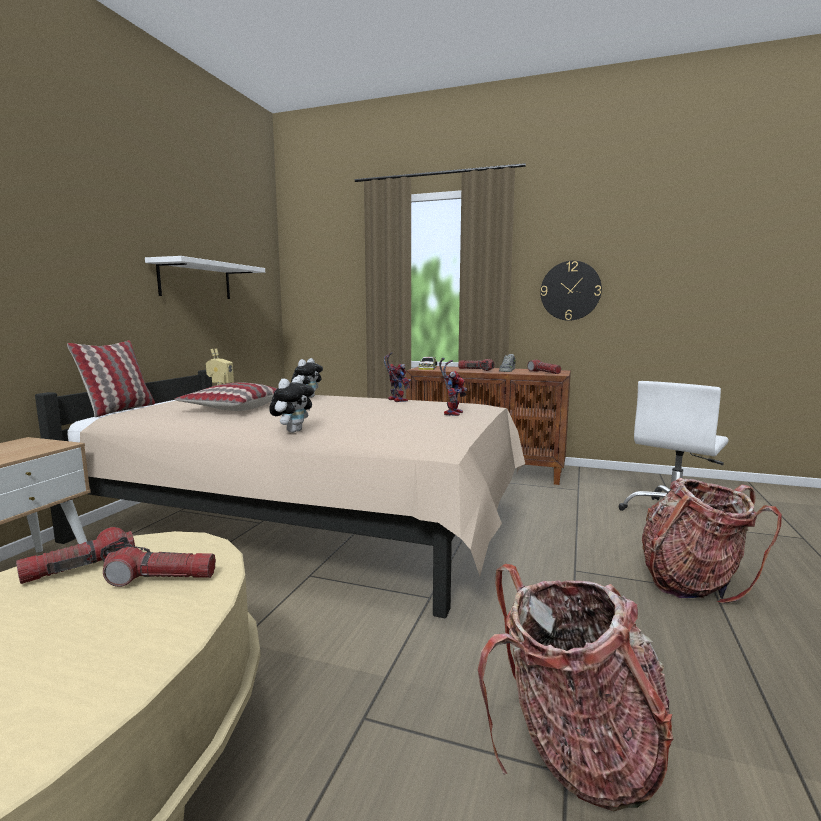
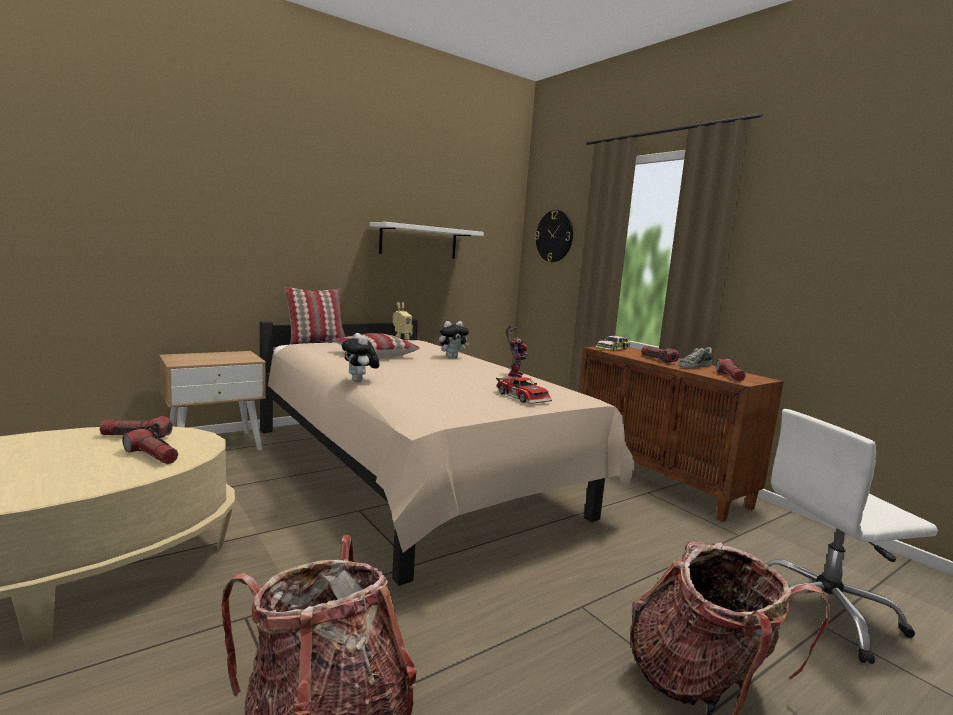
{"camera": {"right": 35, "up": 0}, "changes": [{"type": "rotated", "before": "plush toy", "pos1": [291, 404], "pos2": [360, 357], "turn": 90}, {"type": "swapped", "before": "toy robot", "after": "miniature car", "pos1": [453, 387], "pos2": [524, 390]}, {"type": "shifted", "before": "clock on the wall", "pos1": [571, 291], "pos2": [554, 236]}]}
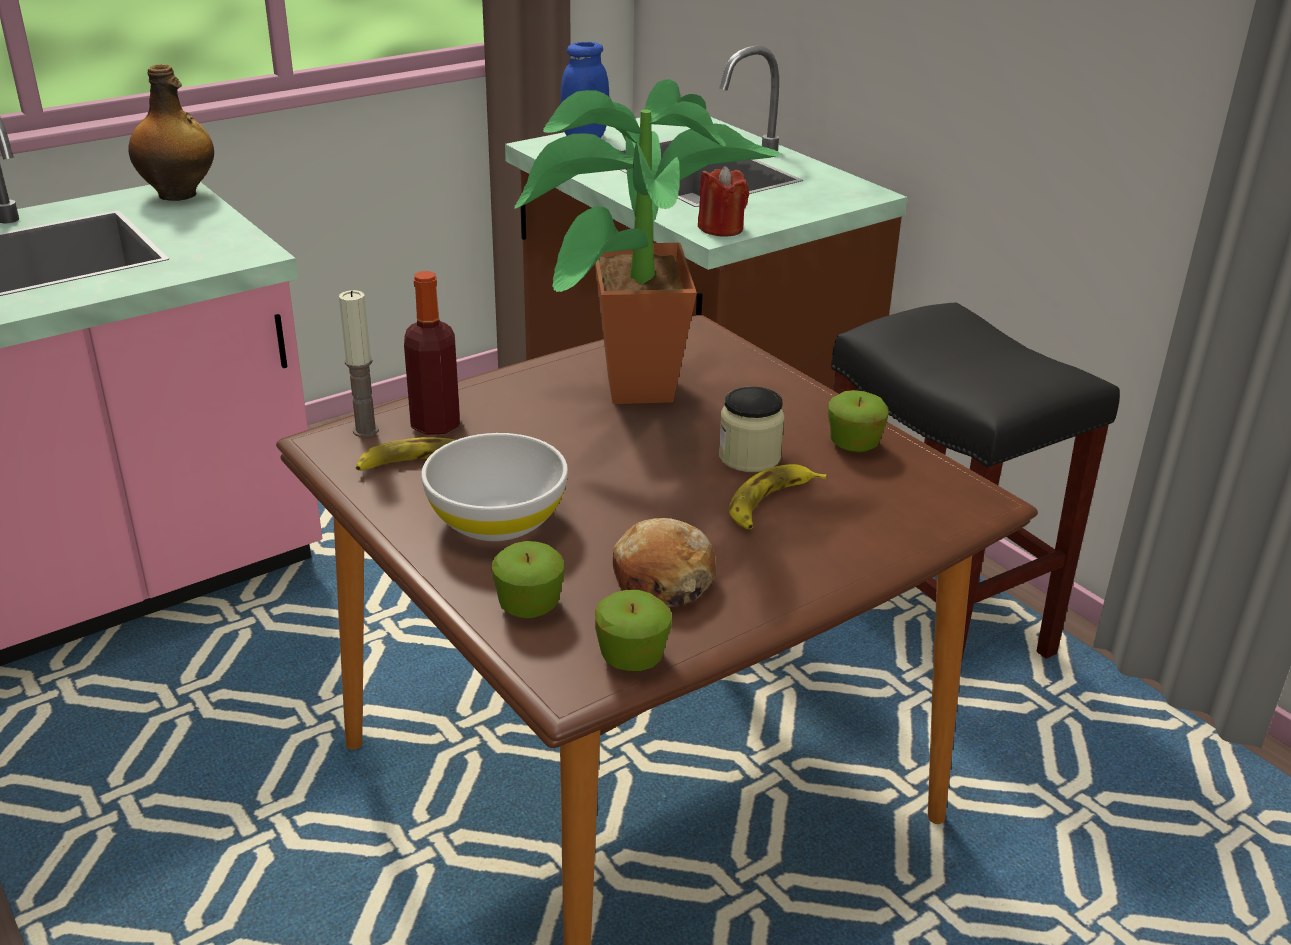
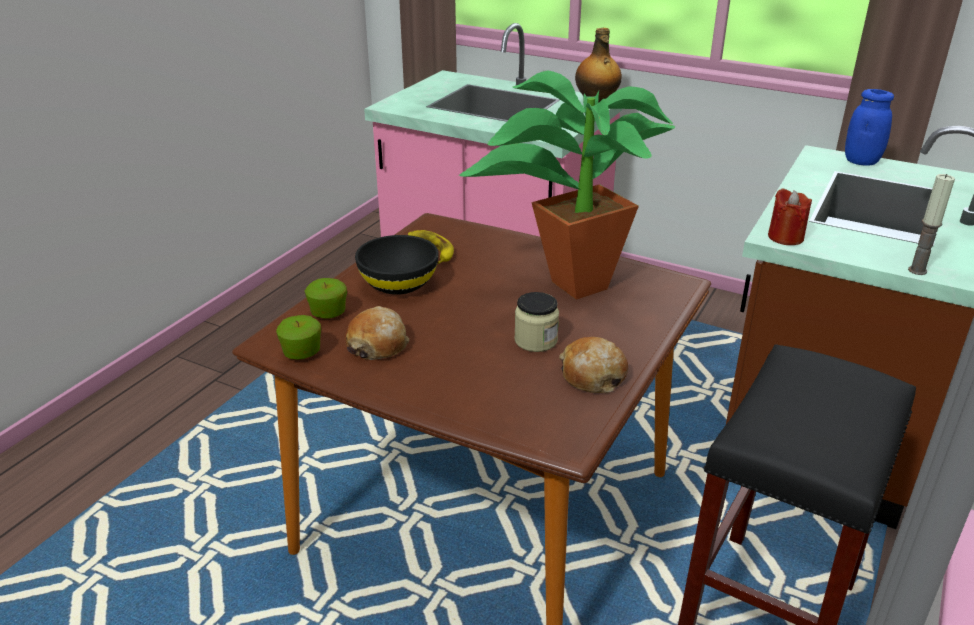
{"camera": {"right": 65, "up": 0}, "changes": [{"type": "shifted", "before": "wax candle", "pos1": [359, 363], "pos2": [931, 224]}, {"type": "gone", "before": "beverage bottle", "pos1": [432, 353]}, {"type": "repainted", "before": "whitish deep dish", "after": "black-coloured deep dish", "pos1": [494, 487], "pos2": [397, 265]}, {"type": "gone", "before": "banana", "pos1": [778, 496]}, {"type": "swapped", "before": "apple fruit", "after": "baked bread", "pos1": [858, 421], "pos2": [593, 365]}]}
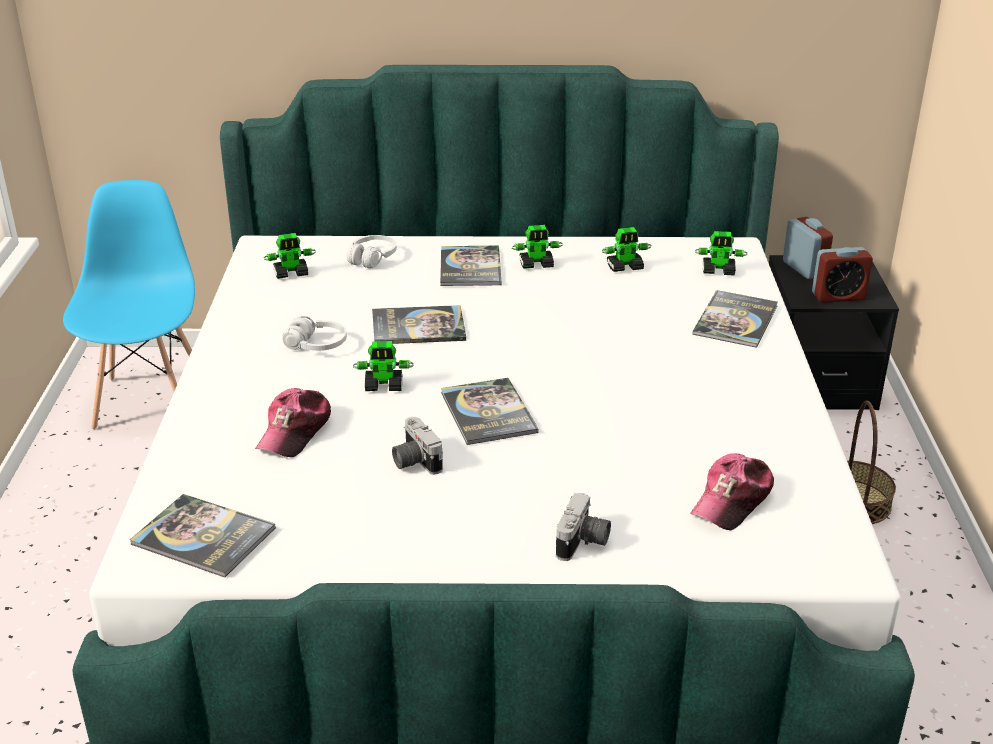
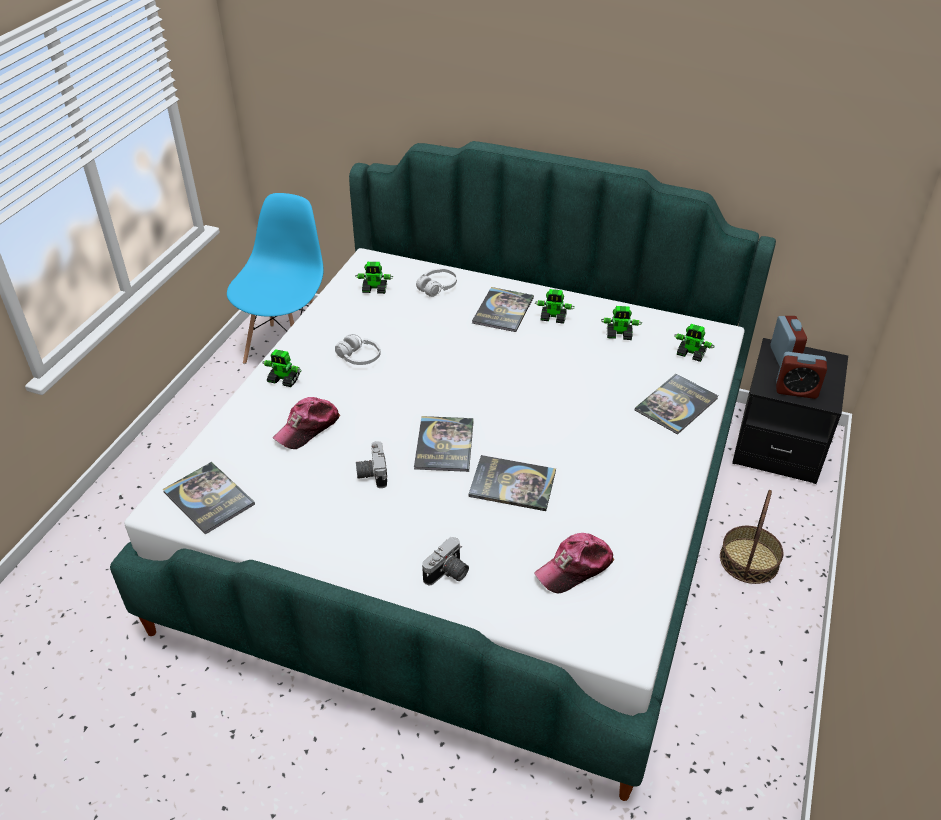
{"camera": {"right": 20, "up": 10}, "changes": [{"type": "shifted", "before": "toy robot", "pos1": [383, 366], "pos2": [282, 368]}, {"type": "shifted", "before": "book", "pos1": [419, 324], "pos2": [512, 483]}]}
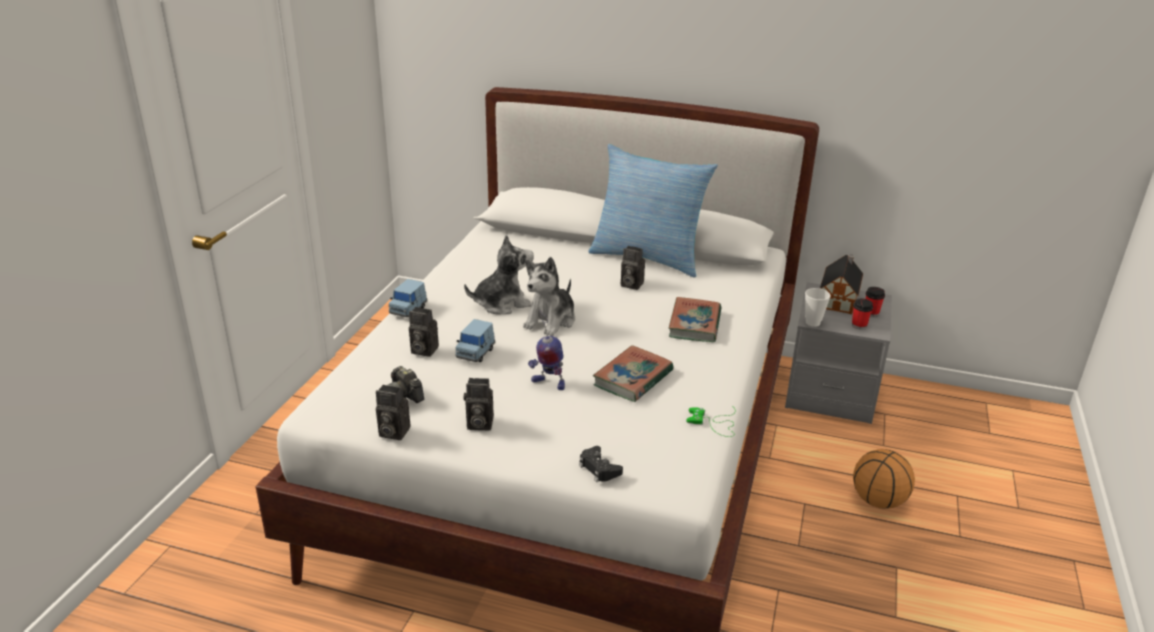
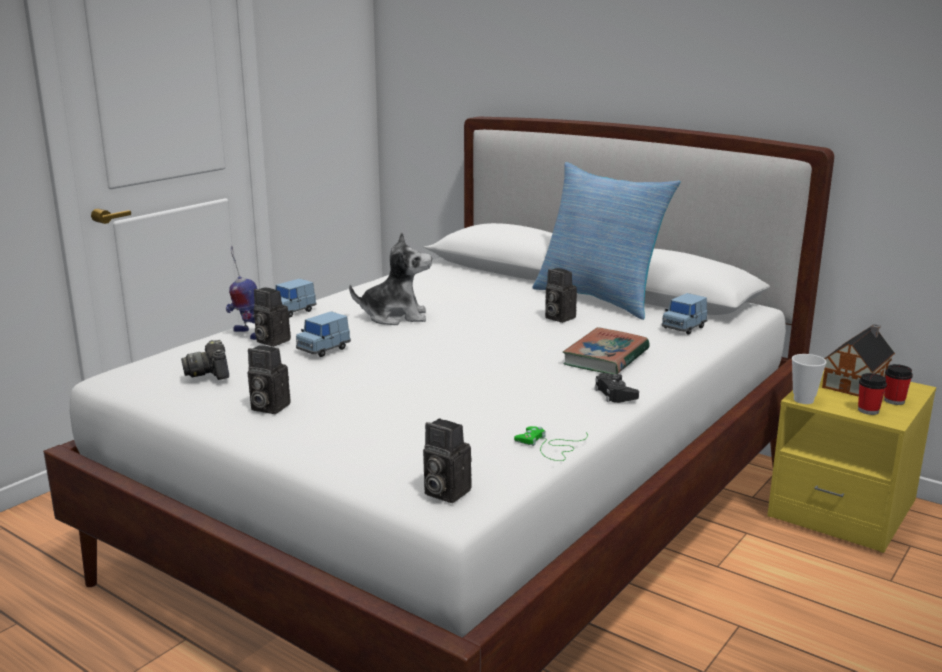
{"camera": {"right": 20, "up": -10}, "changes": [{"type": "shifted", "before": "still camera", "pos1": [393, 412], "pos2": [447, 460]}, {"type": "gone", "before": "plush toy", "pos1": [549, 296]}, {"type": "shifted", "before": "toy robot", "pos1": [546, 350], "pos2": [241, 293]}, {"type": "shifted", "before": "black-coloured game controller", "pos1": [601, 464], "pos2": [616, 388]}, {"type": "gone", "before": "book", "pos1": [633, 373]}, {"type": "repainted", "before": "gray bedside table", "after": "yellow-coloured bedside table", "pos1": [838, 353], "pos2": [851, 462]}, {"type": "gone", "before": "ball for basketball", "pos1": [884, 479]}, {"type": "new", "after": "blue miniature car", "pos2": [685, 314]}]}
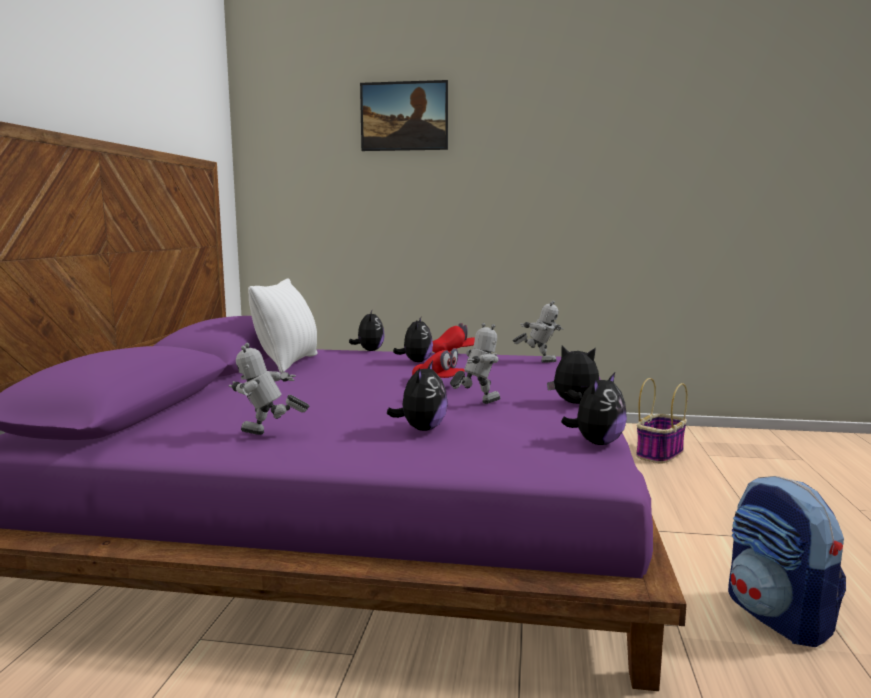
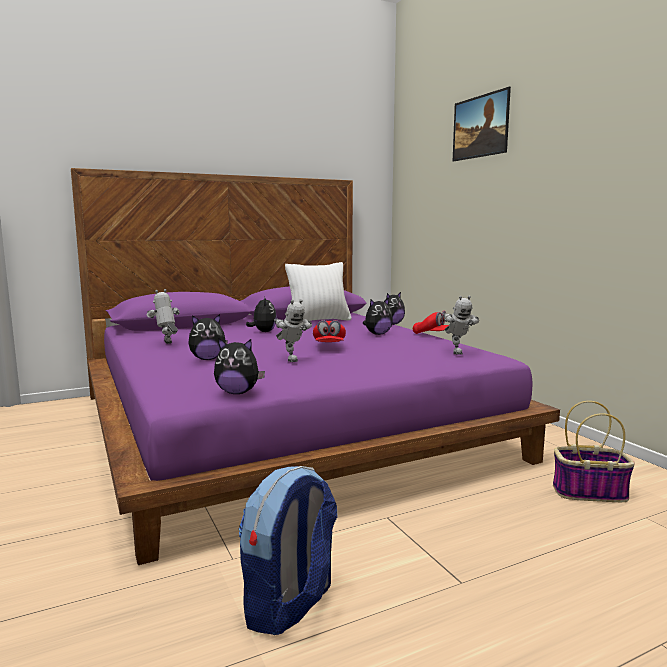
{"camera": {"right": 55, "up": 0}, "changes": [{"type": "rotated", "before": "toy robot", "pos1": [475, 363], "pos2": [293, 330], "turn": 45}, {"type": "shifted", "before": "plush toy", "pos1": [573, 375], "pos2": [261, 314]}]}
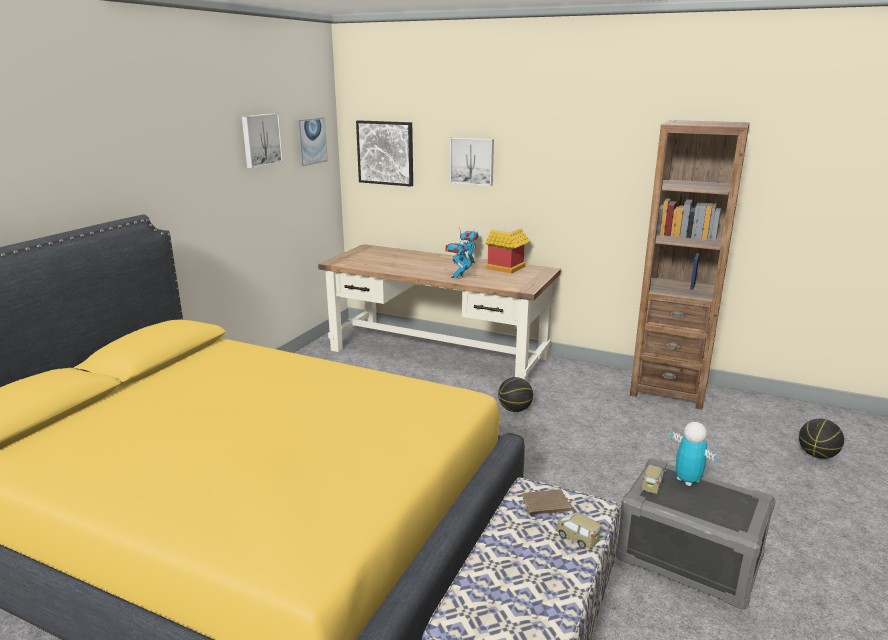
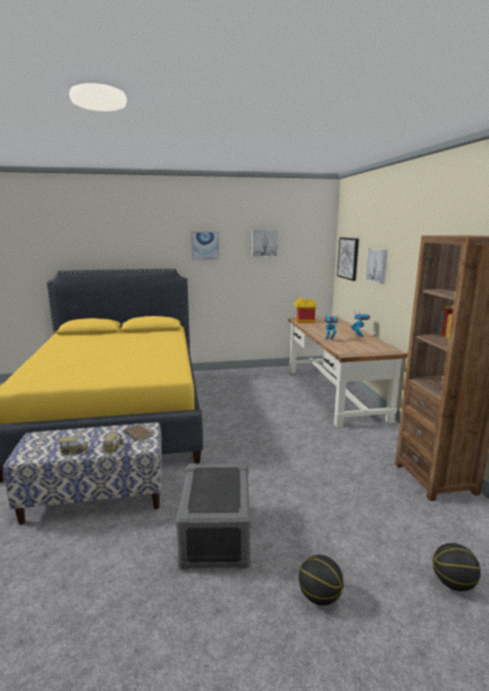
{"camera": {"right": 55, "up": -5}, "changes": [{"type": "shifted", "before": "wall picture", "pos1": [312, 141], "pos2": [205, 246]}, {"type": "shifted", "before": "toy house", "pos1": [507, 251], "pos2": [304, 310]}, {"type": "shifted", "before": "ball for basketball", "pos1": [515, 394], "pos2": [321, 580]}, {"type": "shifted", "before": "miniature car", "pos1": [653, 479], "pos2": [73, 446]}, {"type": "gone", "before": "toy robot", "pos1": [694, 454]}]}
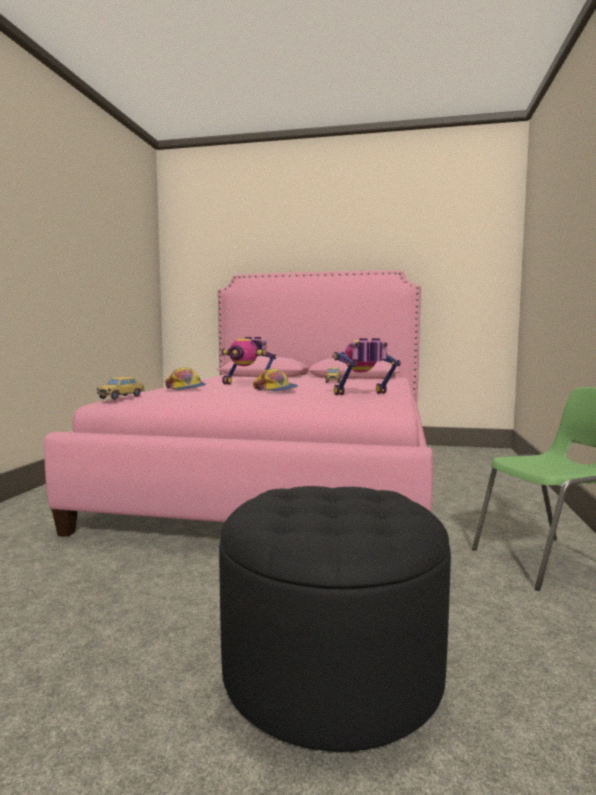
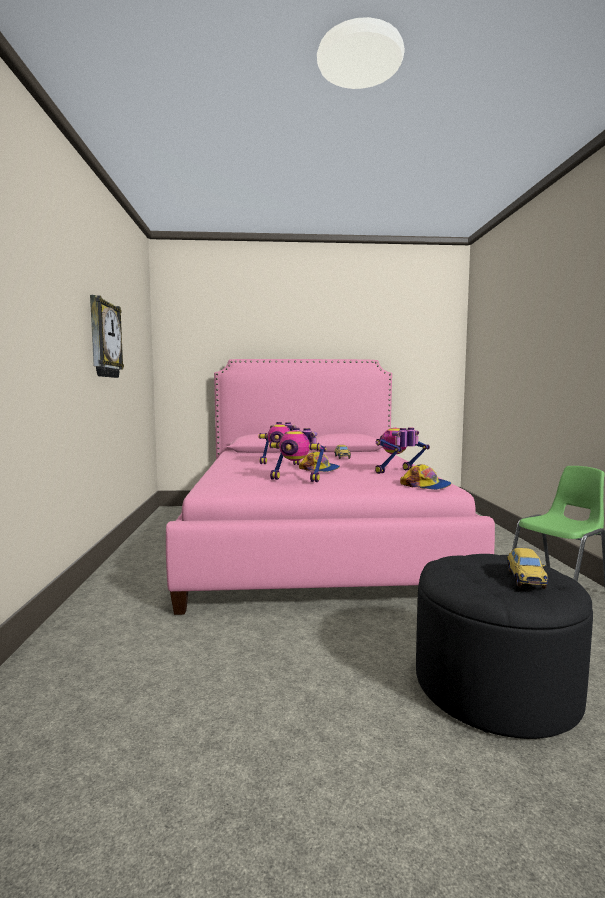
{"camera": {"right": -15, "up": 0}, "changes": [{"type": "shifted", "before": "miniature car", "pos1": [120, 388], "pos2": [527, 568]}, {"type": "shifted", "before": "peaked cap", "pos1": [185, 378], "pos2": [425, 477]}, {"type": "new", "after": "clock on the wall", "pos2": [107, 336]}, {"type": "new", "after": "toy robot", "pos2": [297, 455]}]}
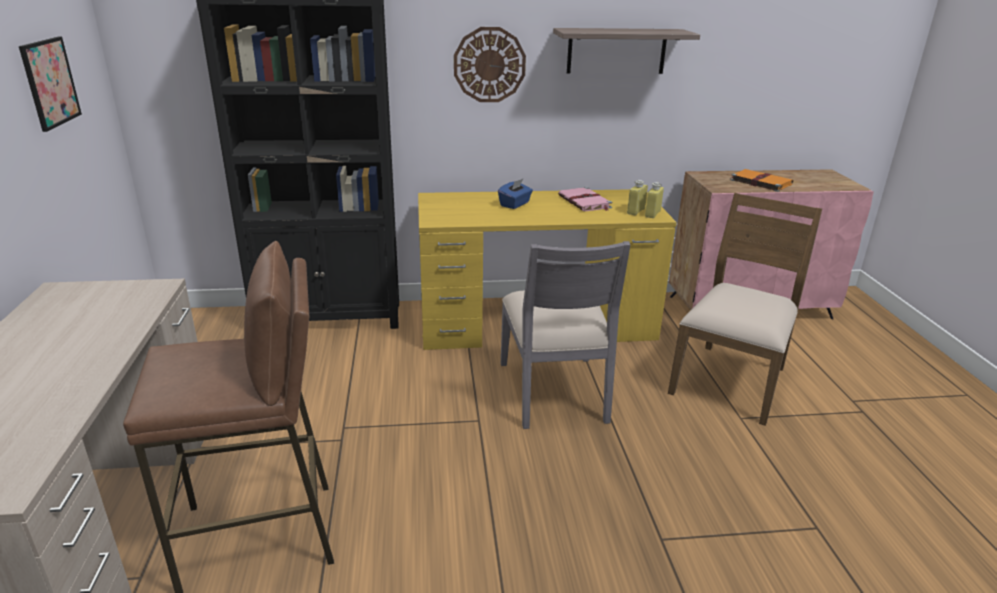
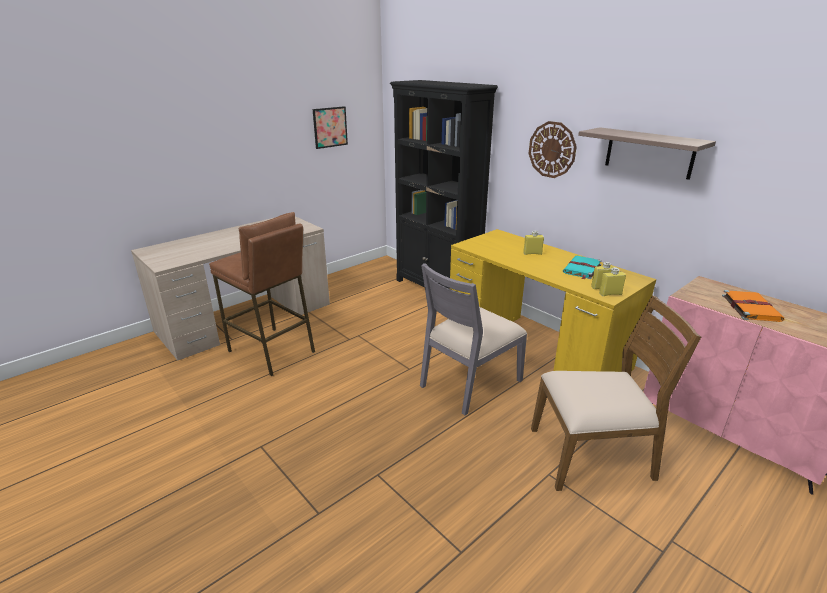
{"camera": {"right": 55, "up": 0}, "changes": [{"type": "swapped", "before": "blue box of tissues", "after": "yellow-coloured beverage bottle", "pos1": [515, 194], "pos2": [533, 243]}, {"type": "repainted", "before": "pink book", "after": "blue-green book", "pos1": [585, 199], "pos2": [582, 268]}]}
